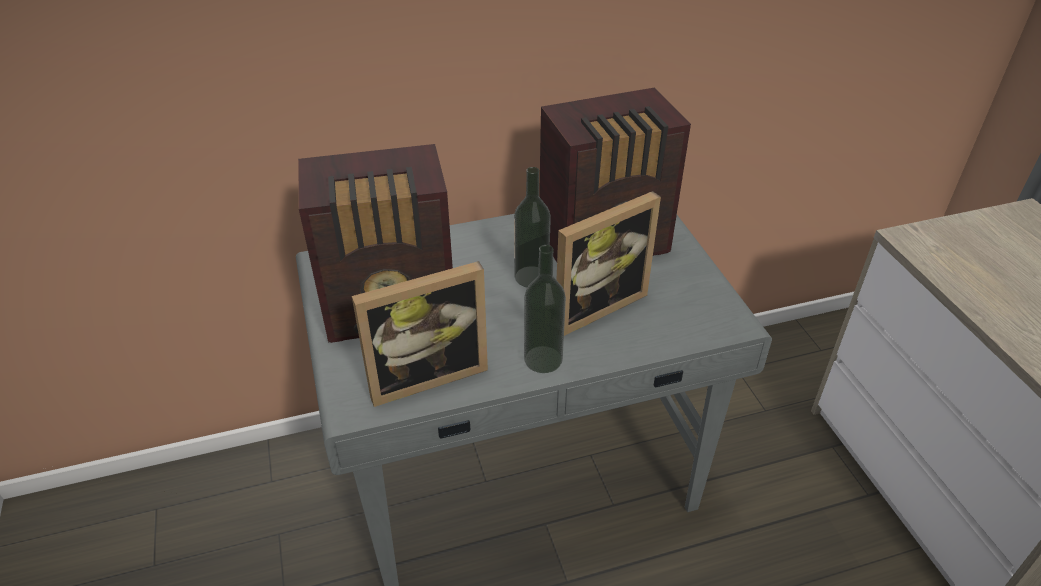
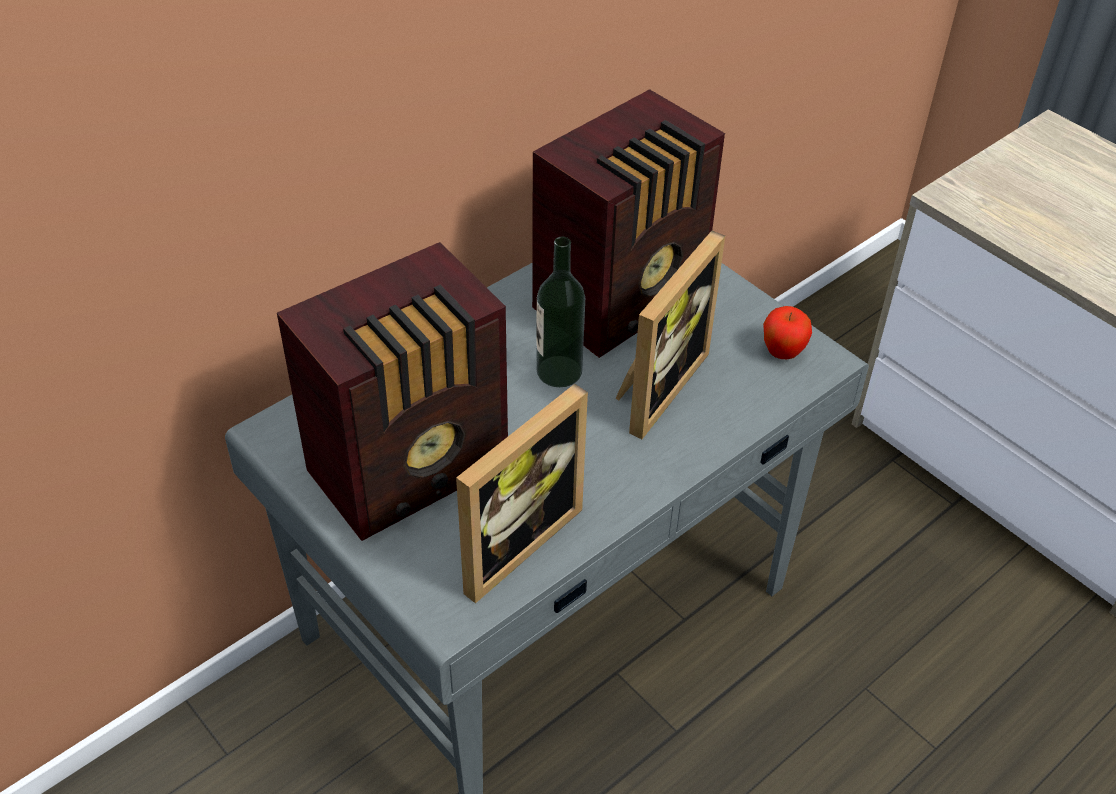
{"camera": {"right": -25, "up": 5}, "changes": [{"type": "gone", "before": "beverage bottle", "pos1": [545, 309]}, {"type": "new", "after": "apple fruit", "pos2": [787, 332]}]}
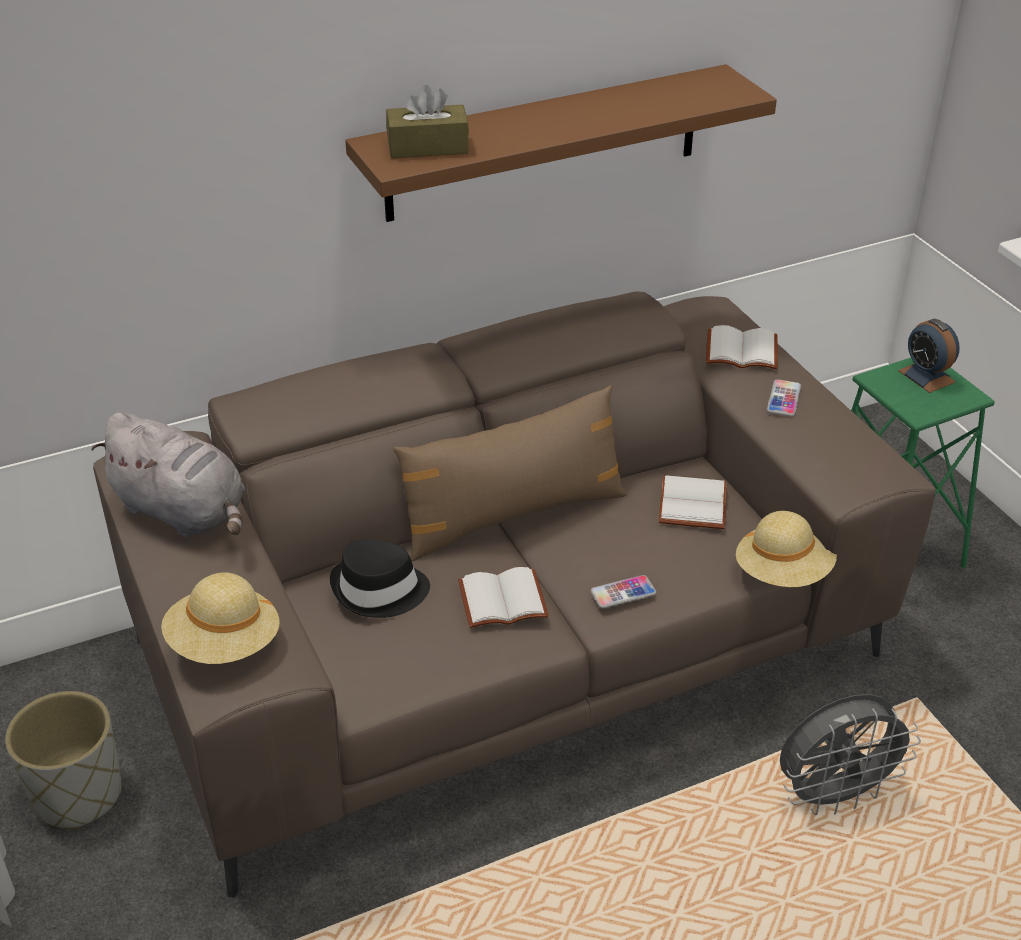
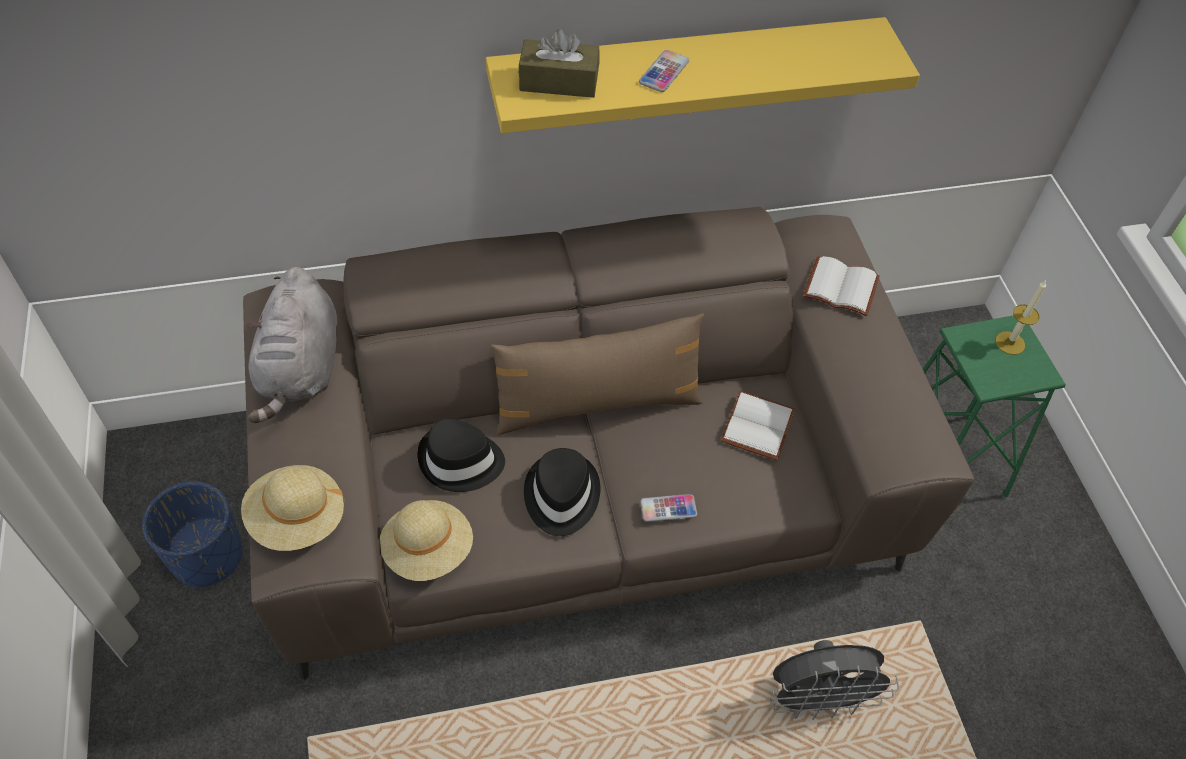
{"camera": {"right": 10, "up": 15}, "changes": [{"type": "repainted", "before": "gray flower pot", "after": "blue flower pot", "pos1": [63, 760], "pos2": [192, 534]}, {"type": "rotated", "before": "gray plush toy", "pos1": [168, 475], "pos2": [292, 345], "turn": 45}, {"type": "repainted", "before": "brown-coloured shelf", "after": "yellow-coloured shelf", "pos1": [561, 143], "pos2": [703, 75]}, {"type": "swapped", "before": "whitish book", "after": "black-coloured clothing hat", "pos1": [503, 597], "pos2": [562, 492]}, {"type": "shifted", "before": "sand-coloured clothing hat", "pos1": [786, 549], "pos2": [426, 540]}, {"type": "shifted", "before": "handset", "pos1": [784, 398], "pos2": [664, 71]}, {"type": "swapped", "before": "alarm clock", "after": "wax candle", "pos1": [929, 356], "pos2": [1020, 317]}]}
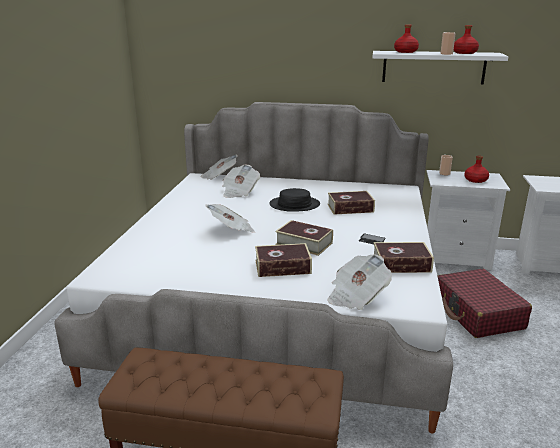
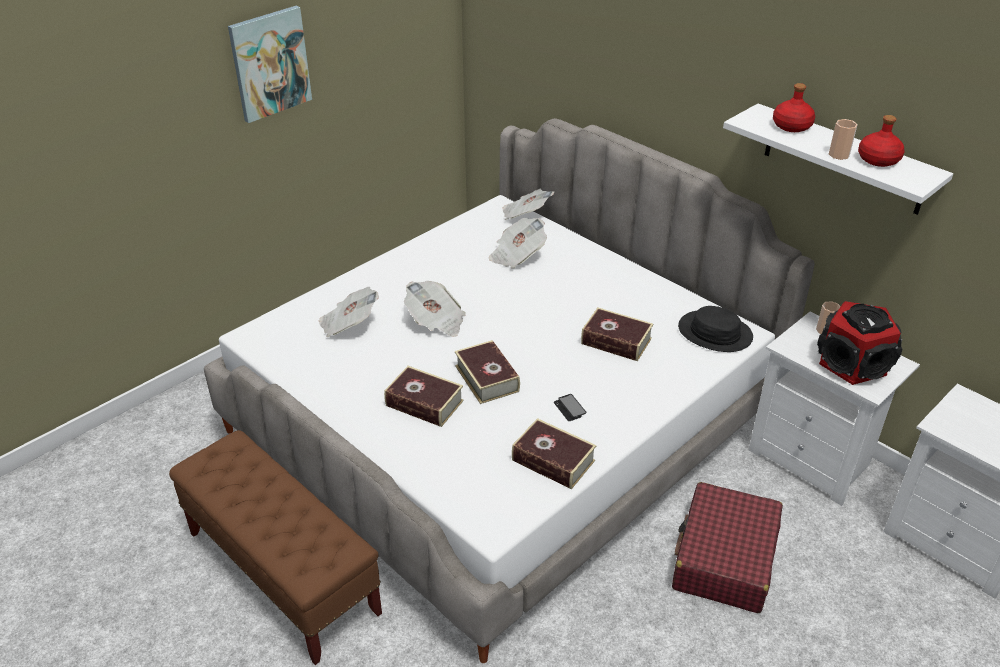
{"camera": {"right": 35, "up": 15}, "changes": [{"type": "shifted", "before": "black-coloured clothing hat", "pos1": [294, 200], "pos2": [715, 329]}, {"type": "shifted", "before": "printed paper", "pos1": [359, 282], "pos2": [349, 312]}, {"type": "swapped", "before": "reddish beverage bottle", "after": "audio speaker", "pos1": [476, 169], "pos2": [859, 343]}, {"type": "new", "after": "wall picture", "pos2": [270, 64]}]}
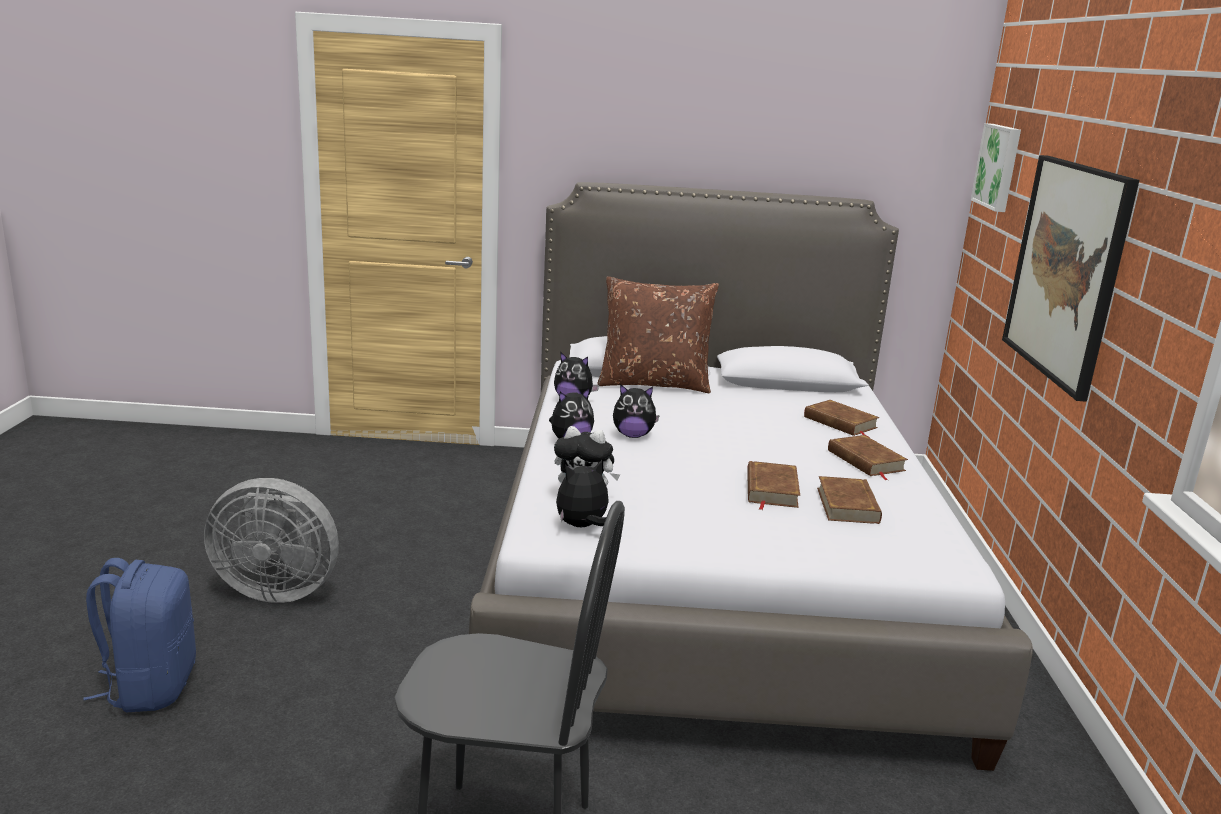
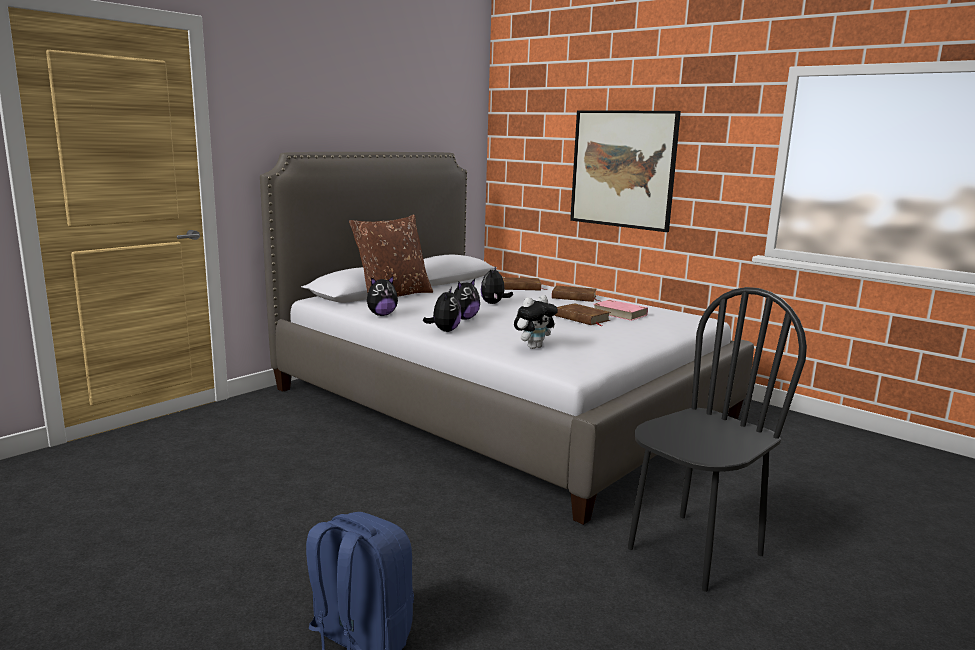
{"camera": {"right": -50, "up": -5}, "changes": [{"type": "gone", "before": "gray electric fan", "pos1": [271, 540]}, {"type": "shifted", "before": "plush toy", "pos1": [582, 493], "pos2": [497, 285]}, {"type": "repainted", "before": "brown-coloured book", "after": "pink book", "pos1": [849, 500], "pos2": [620, 310]}, {"type": "gone", "before": "wall picture", "pos1": [996, 167]}]}
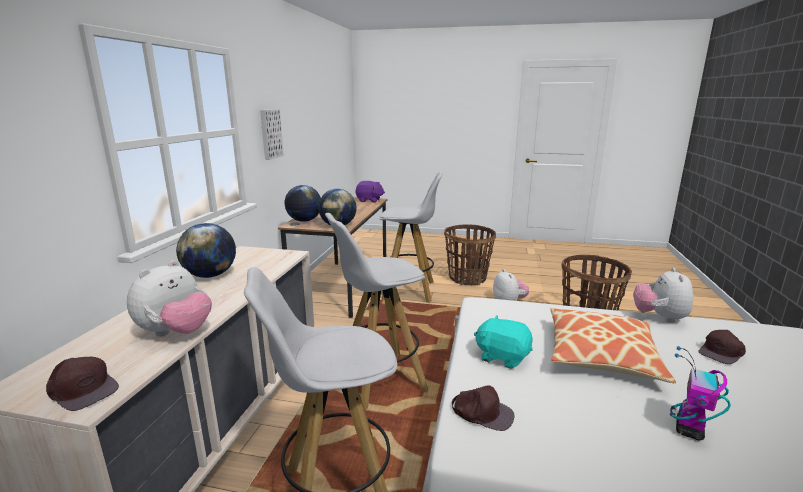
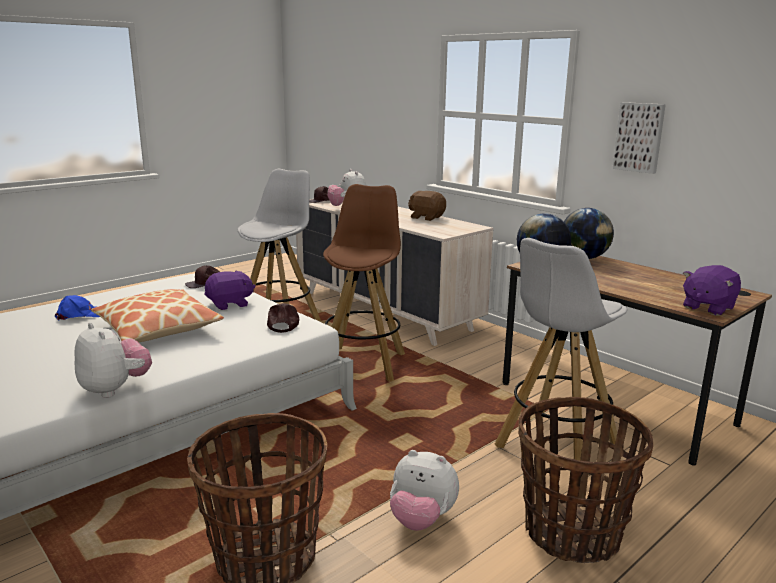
{"camera": {"right": 125, "up": 0}, "changes": [{"type": "swapped", "before": "globe", "after": "brown-coloured plush toy", "pos1": [206, 250], "pos2": [427, 206]}, {"type": "repainted", "before": "whitish sitting stool", "after": "brown-coloured sitting stool", "pos1": [376, 312], "pos2": [364, 283]}, {"type": "repainted", "before": "blue-green plush toy", "after": "purple plush toy", "pos1": [503, 342], "pos2": [230, 290]}, {"type": "swapped", "before": "toy robot", "after": "blue peaked cap", "pos1": [700, 393], "pos2": [77, 308]}, {"type": "shifted", "before": "brown-coloured peaked cap", "pos1": [722, 347], "pos2": [283, 318]}]}
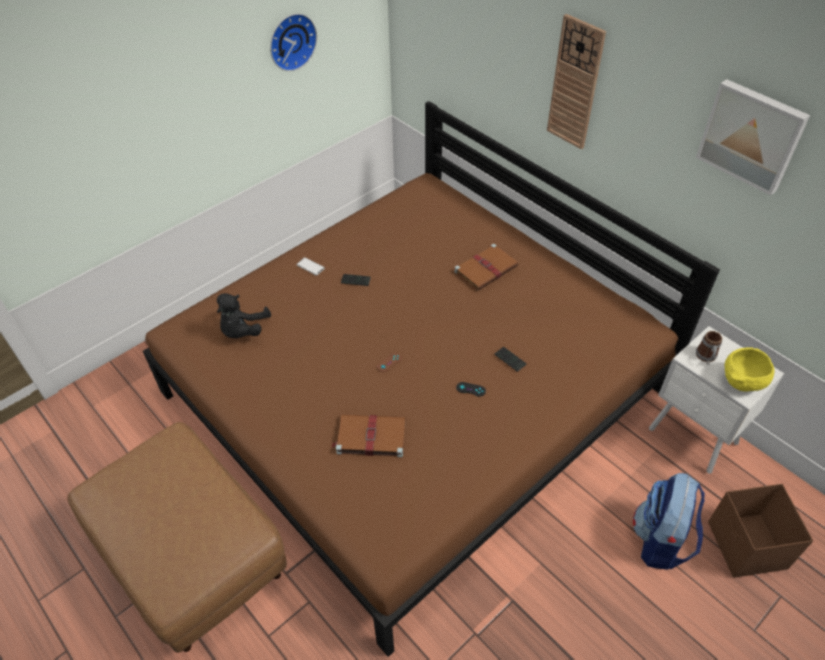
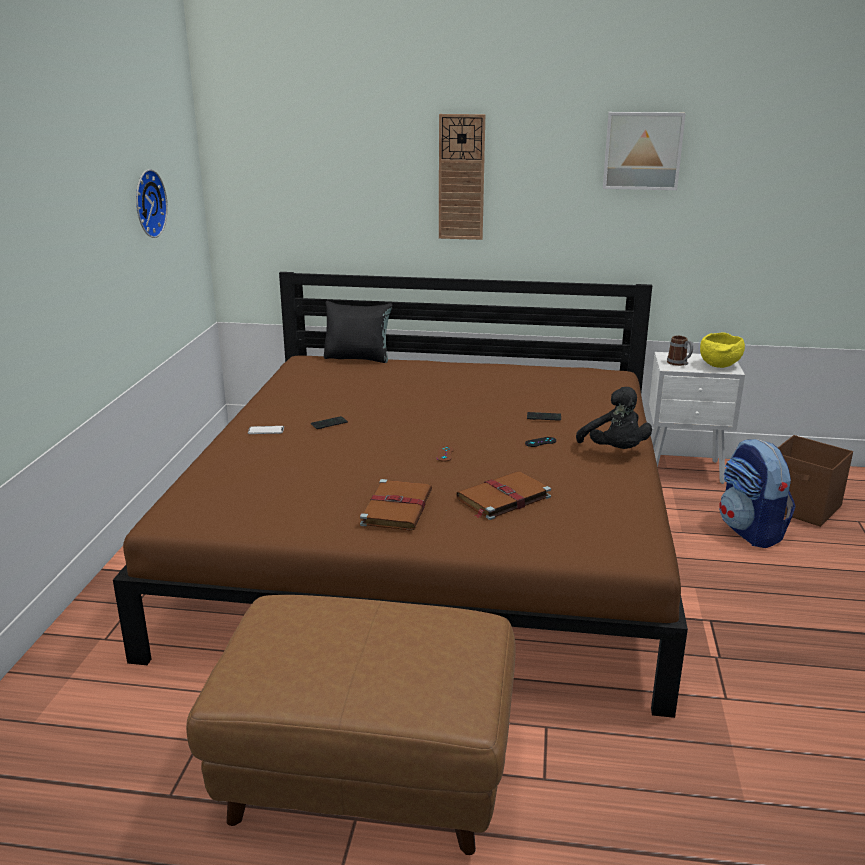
{"camera": {"right": -40, "up": -25}, "changes": [{"type": "shifted", "before": "black-coloured plush toy", "pos1": [244, 315], "pos2": [614, 418]}, {"type": "shifted", "before": "brown-coloured book", "pos1": [486, 267], "pos2": [396, 505]}, {"type": "new", "after": "black-coloured throw pillow", "pos2": [358, 332]}]}
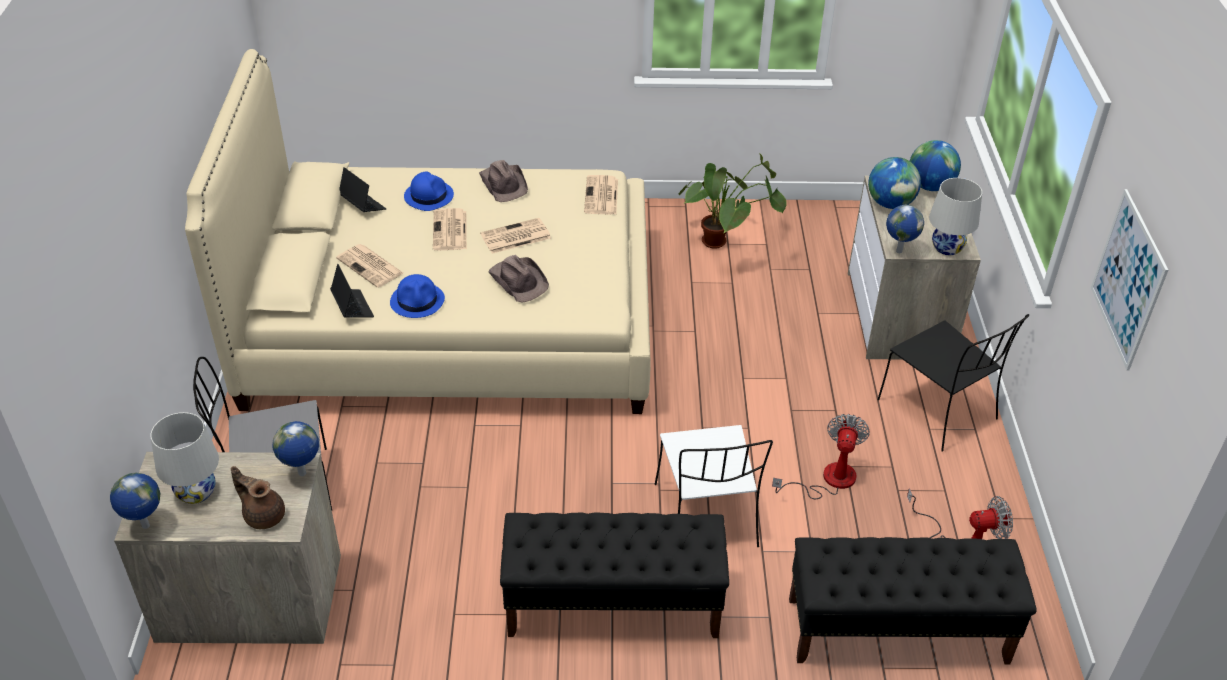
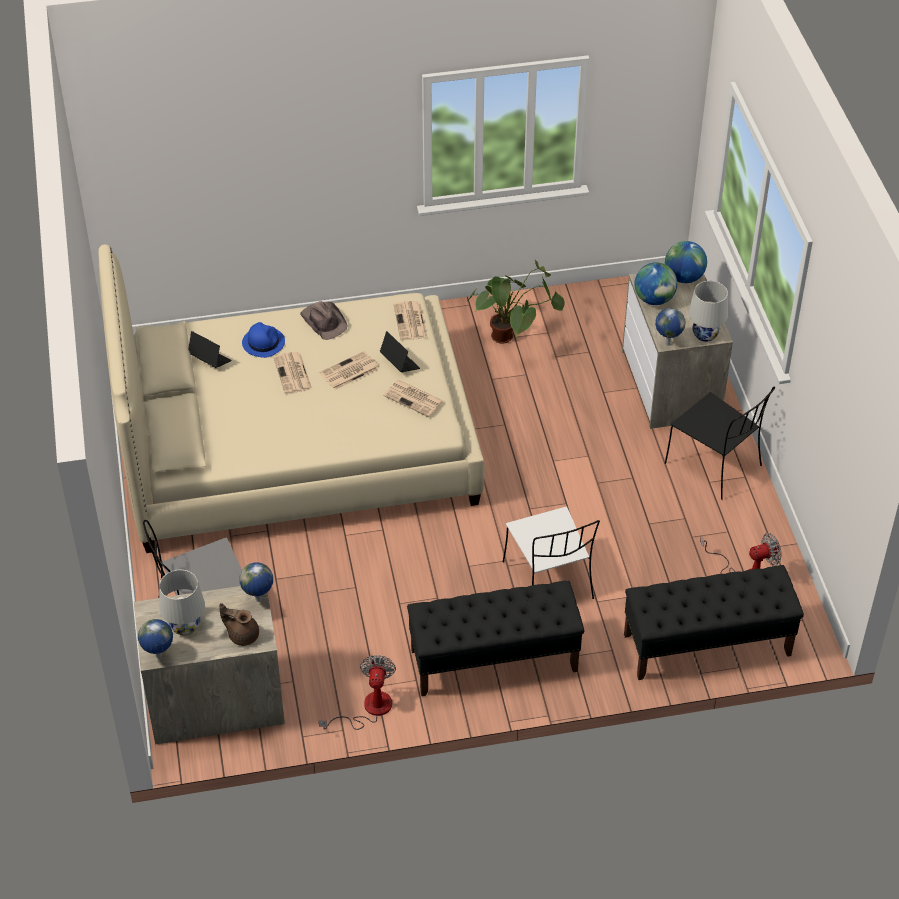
{"camera": {"right": -10, "up": 5}, "changes": [{"type": "shifted", "before": "notebook computer", "pos1": [352, 291], "pos2": [400, 351]}, {"type": "shifted", "before": "printed paper", "pos1": [369, 266], "pos2": [413, 398]}, {"type": "gone", "before": "blue clothing hat", "pos1": [417, 296]}, {"type": "gone", "before": "brown-coloured clothing hat", "pos1": [518, 279]}, {"type": "shifted", "before": "electric fan", "pos1": [821, 456], "pos2": [357, 692]}, {"type": "gone", "before": "wall picture", "pos1": [1129, 279]}]}
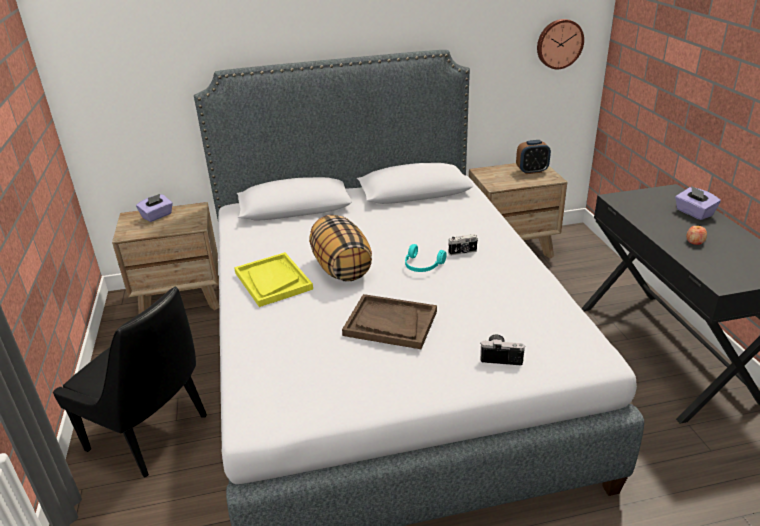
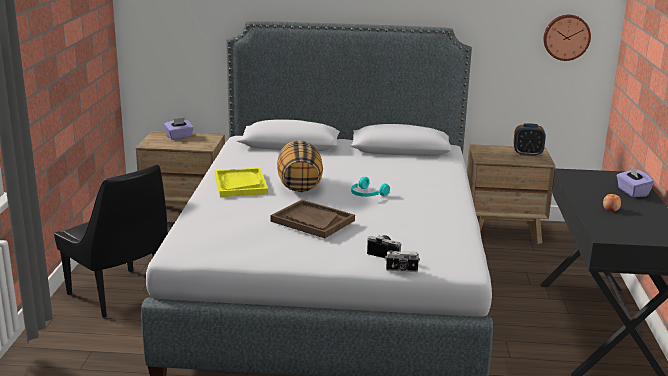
{"camera": {"right": 15, "up": -10}, "changes": [{"type": "shifted", "before": "still camera", "pos1": [463, 244], "pos2": [402, 261]}]}
